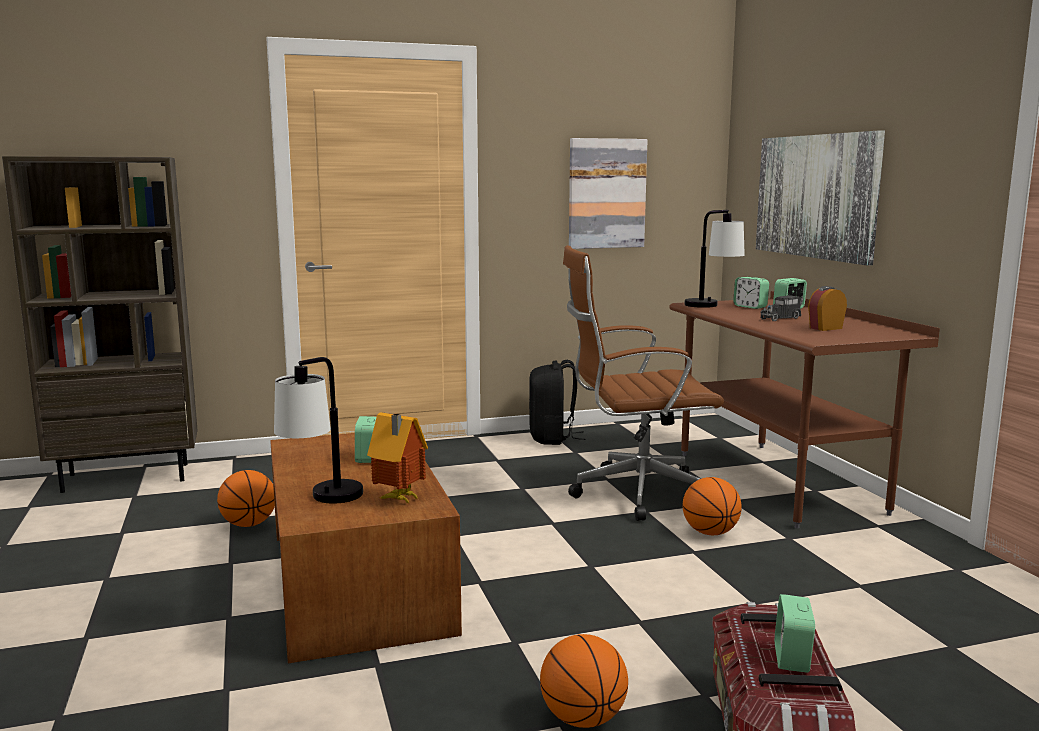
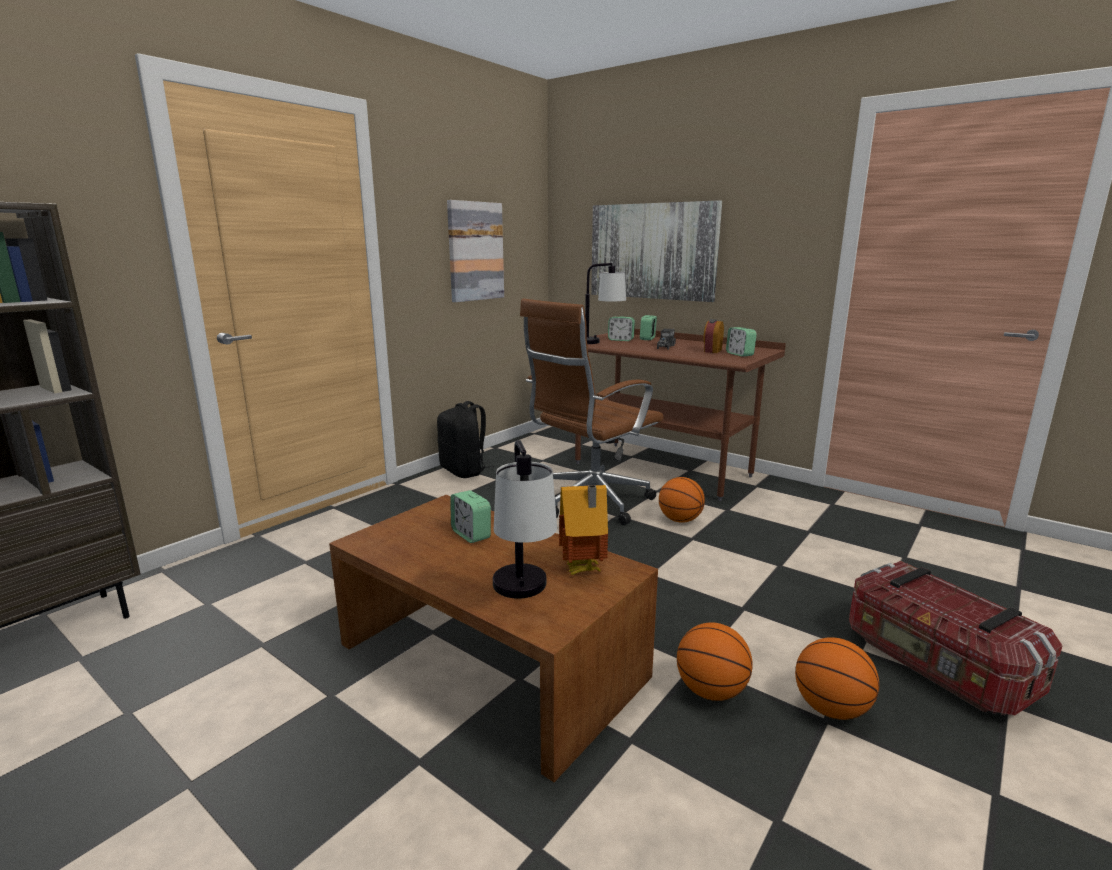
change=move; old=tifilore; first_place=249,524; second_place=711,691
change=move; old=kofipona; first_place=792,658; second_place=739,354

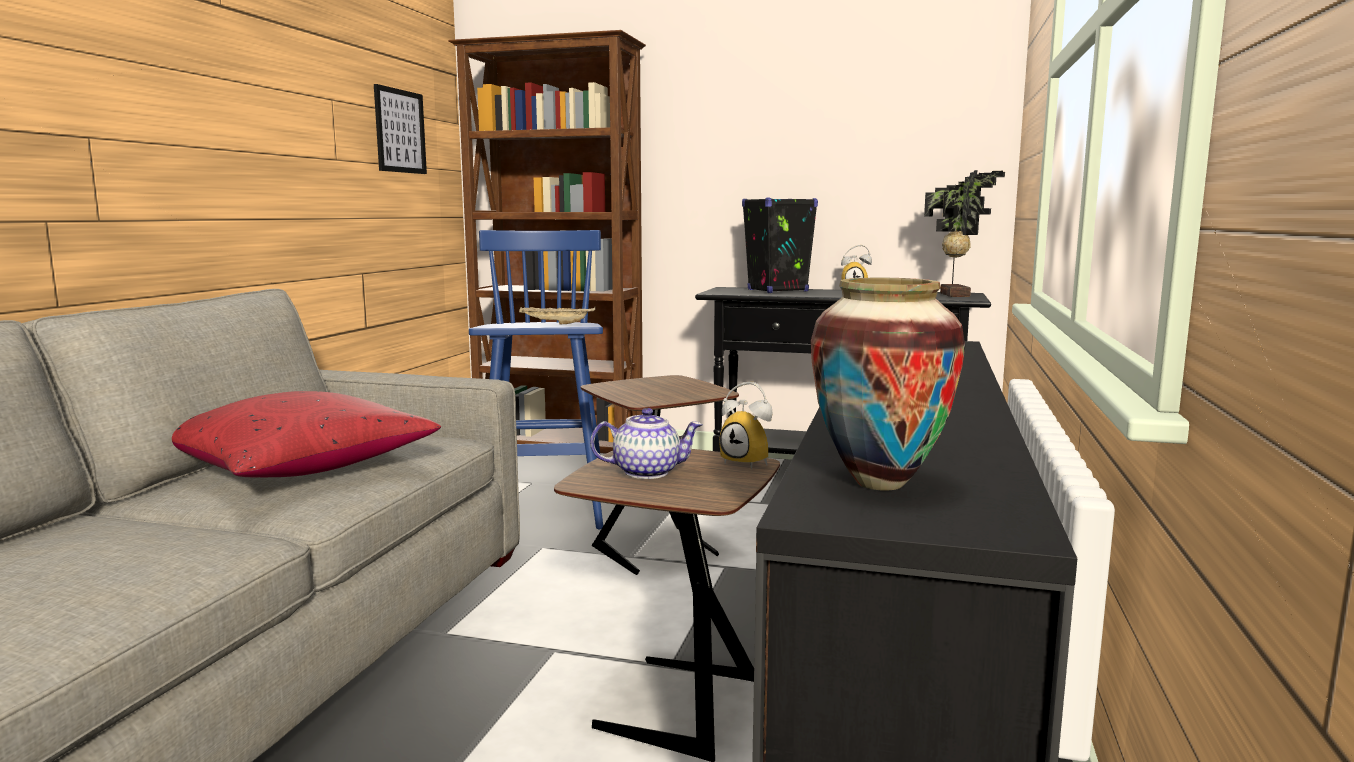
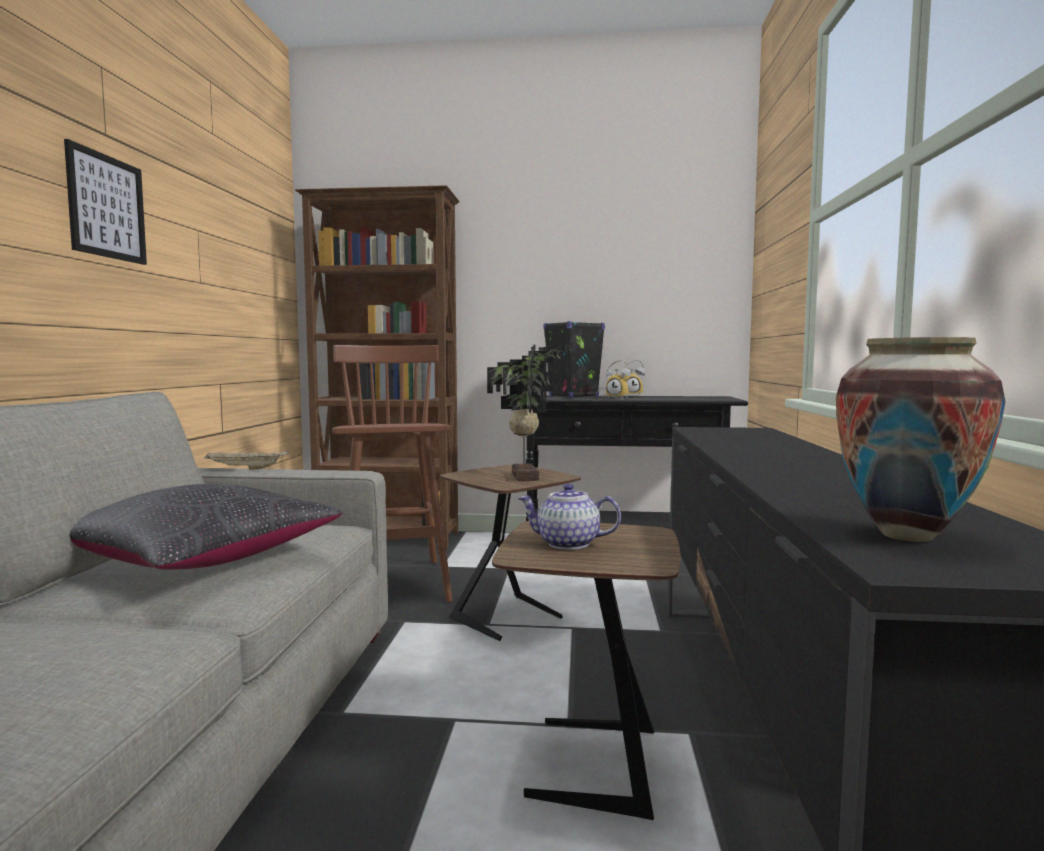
change=move; old=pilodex; first_place=400,131; second_place=107,207
change=move; old=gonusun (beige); first_place=555,324; second_place=245,469
change=move; old=kofipona; first_place=750,462; second_place=619,398
change=move; old=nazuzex; first_place=957,295; second_place=528,477
change=recolor; old=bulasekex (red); new=bulasekex (black); first_place=300,467; second_place=203,558
change=recolor; old=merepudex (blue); new=merepudex (brown); first_place=545,507; second_place=393,585
change=rotate; old=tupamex; first_place=647,472; second_place=567,544; degrees=-150

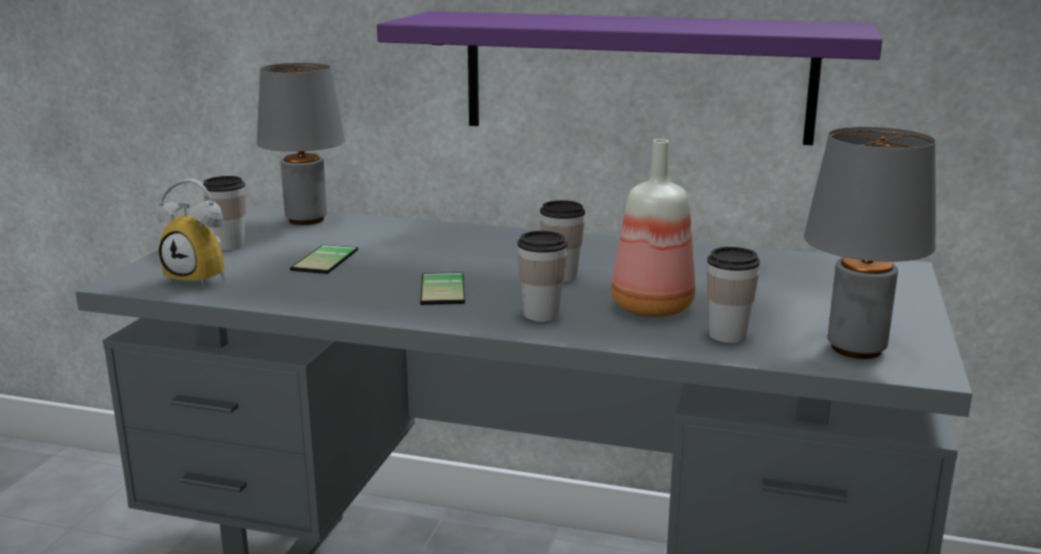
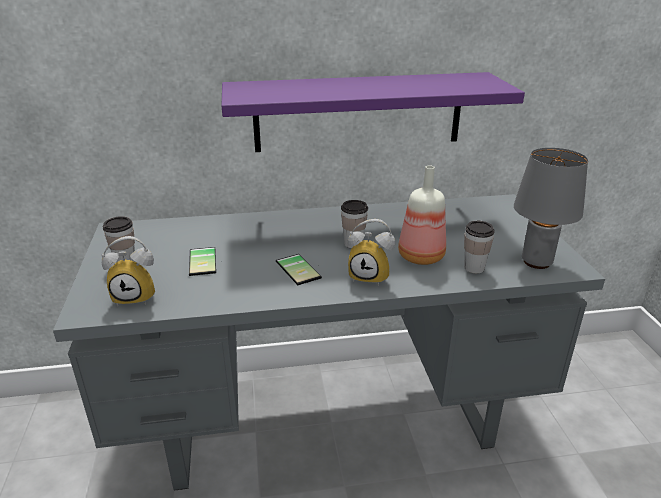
change=delete; old=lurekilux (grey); first_place=307,219
change=replace; old=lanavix; new=kofipona; first_place=541,315; second_place=371,276

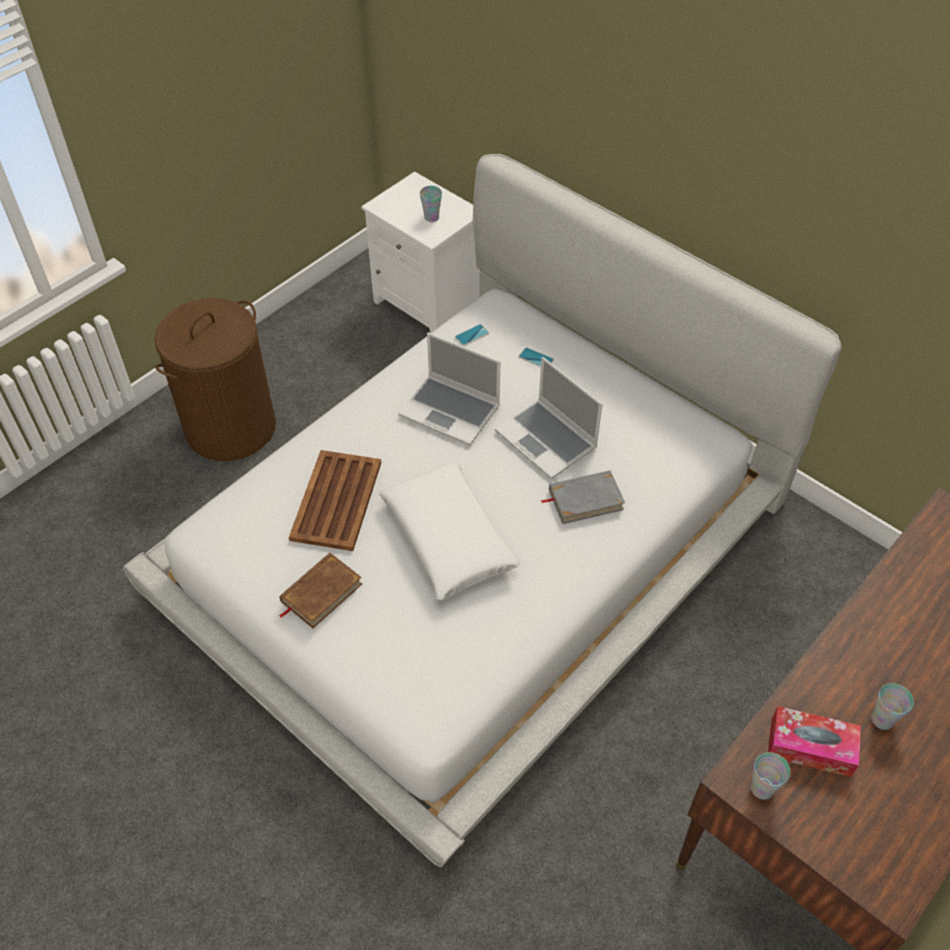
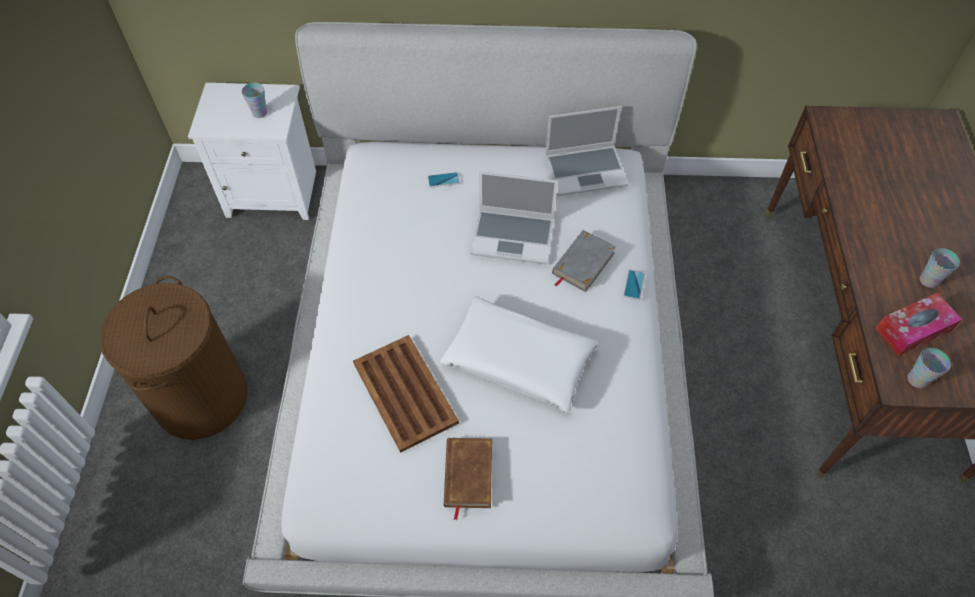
change=move; old=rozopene; first_place=451,411; second_place=586,170
change=move; old=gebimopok; first_place=471,335; second_place=634,285

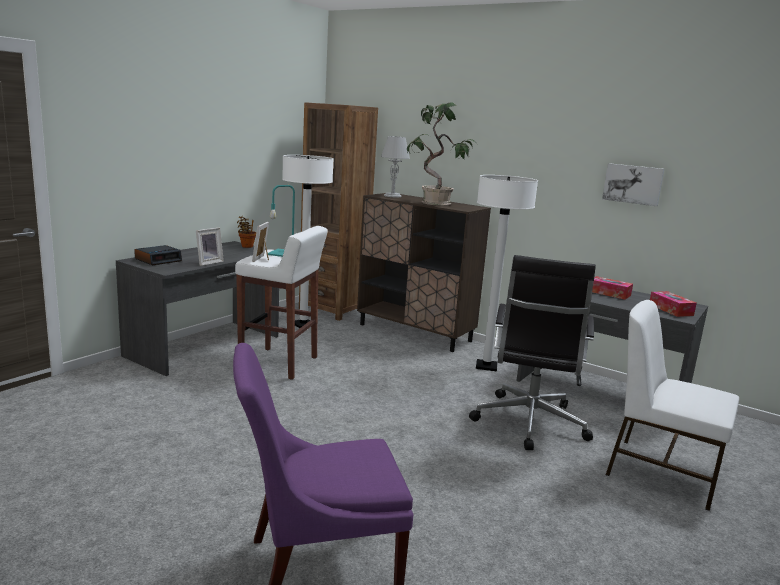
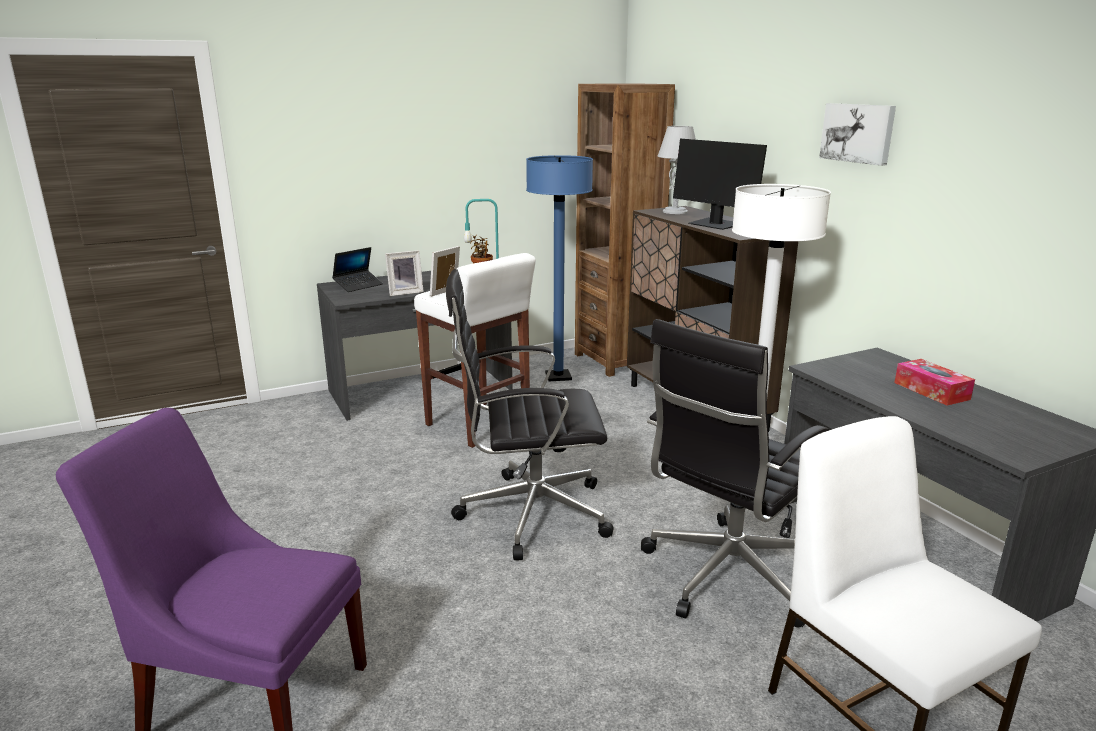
change=delete; old=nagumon; first_place=670,310
change=insert; new=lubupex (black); second_place=529,513
change=move; old=pilodex; first_place=633,184; second_place=858,133
change=replace; old=kofipona; new=rozopene; first_place=158,260; second_place=358,285
change=replace; old=nazuzex; new=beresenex; first_place=435,203; second_place=715,225
change=recolor; old=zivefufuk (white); new=zivefufuk (blue); first_place=303,324; second_place=558,377

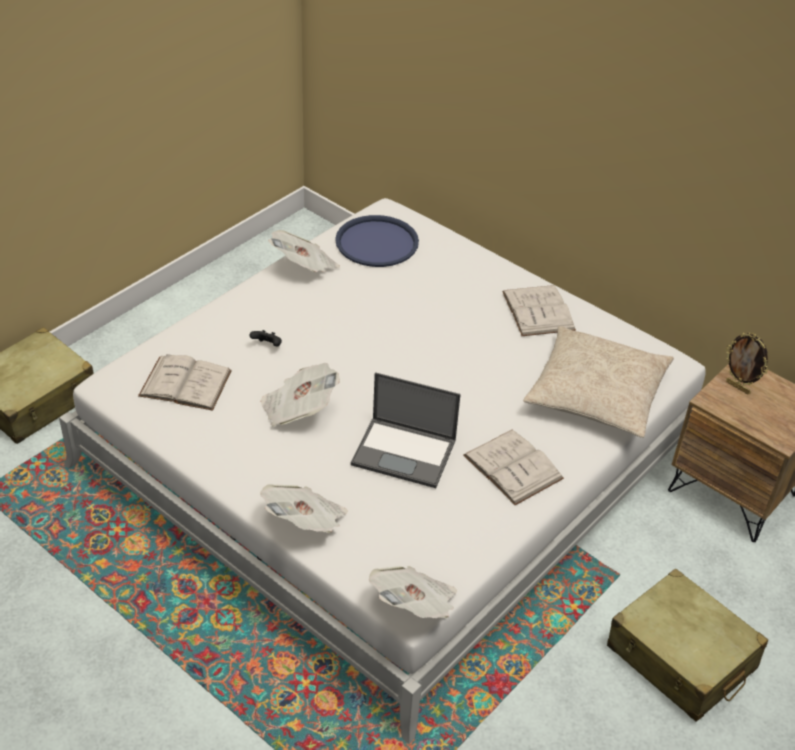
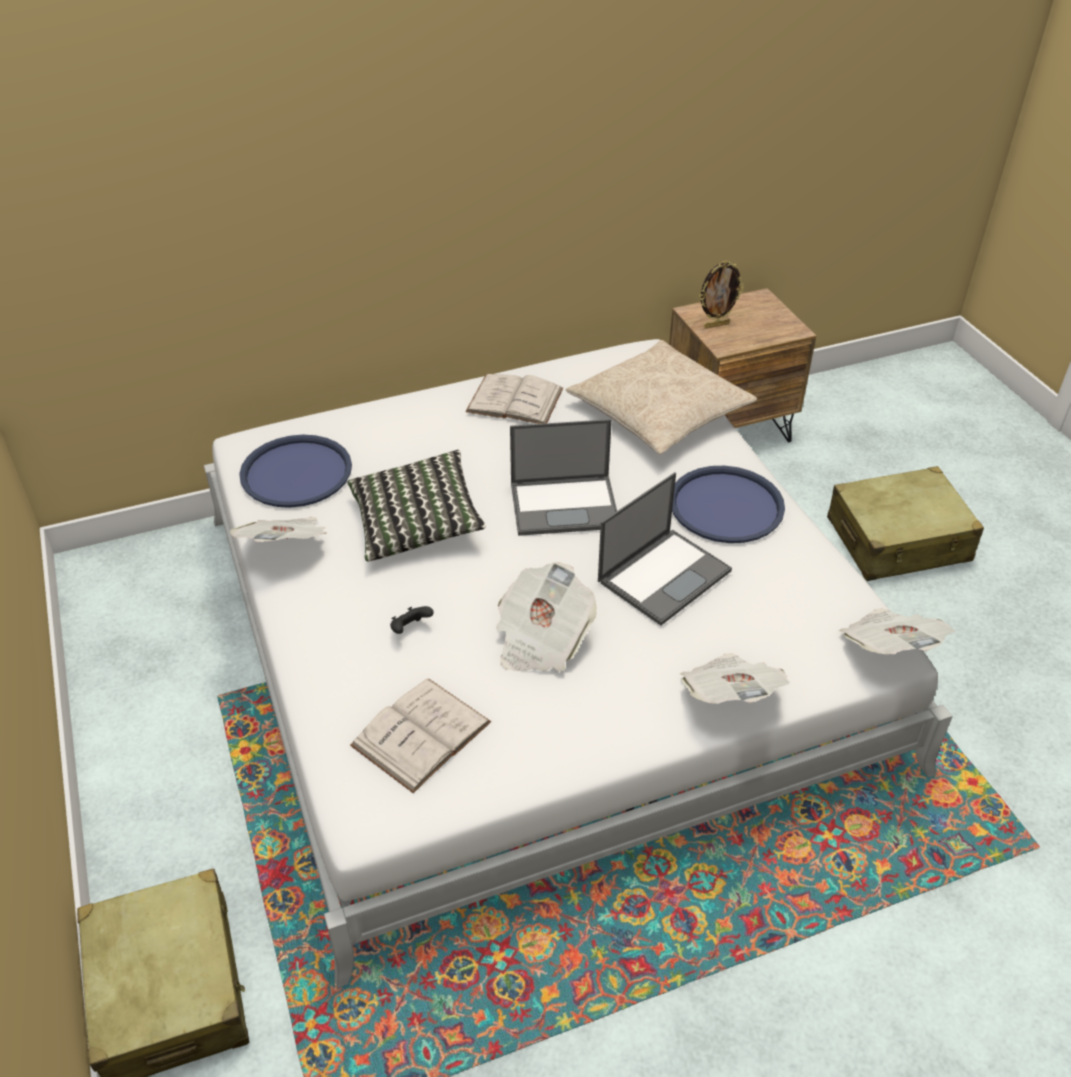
change=insert; new=bulasekex; second_place=416,524
change=insert; new=rozopene; second_place=565,505
change=replace; old=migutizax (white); new=gonusun (blue); first_place=513,467; second_place=726,506

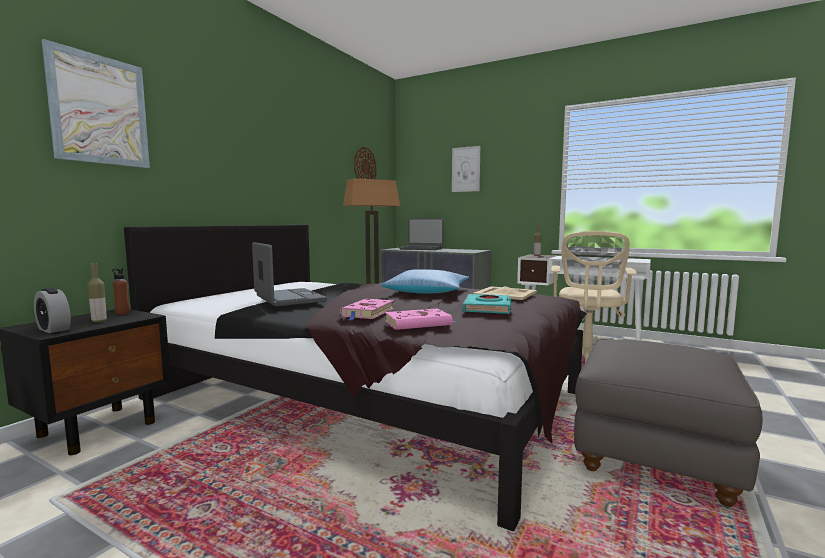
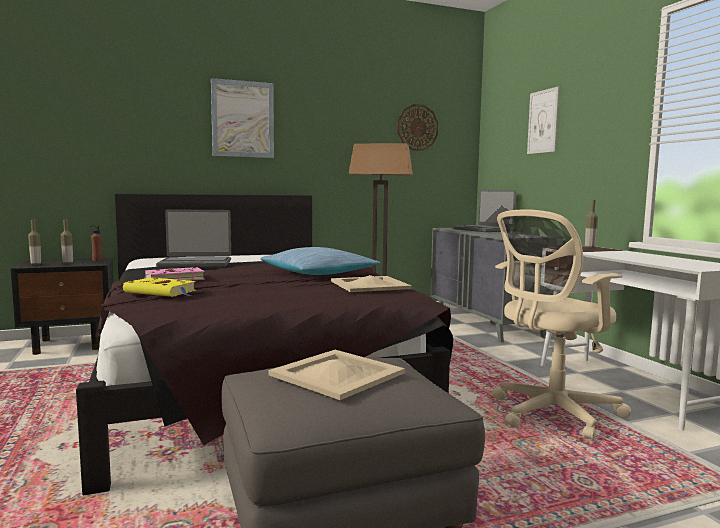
change=delete; old=migutizax (turquoise); first_place=487,308
change=insert; new=gonusun (beige); second_place=337,374
change=move; old=pilodex; first_place=100,110; second_place=243,119
change=replace; old=kofipona; new=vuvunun; first_place=54,329; second_place=36,264
change=recolor; old=migutizax (pink); new=migutizax (yellow); first_place=419,323; second_place=162,292
change=rotate; old=rozopene; first_place=288,299; second_place=195,263; degrees=75

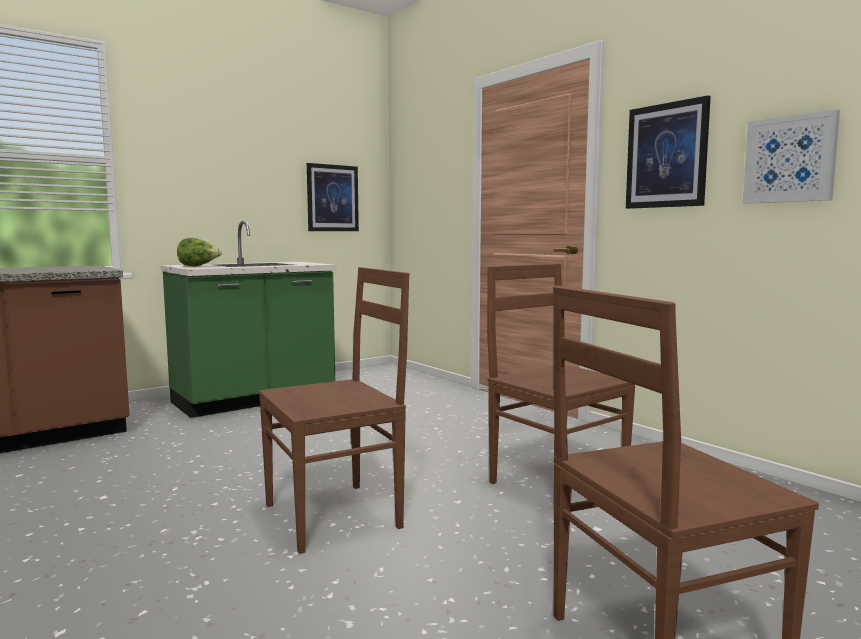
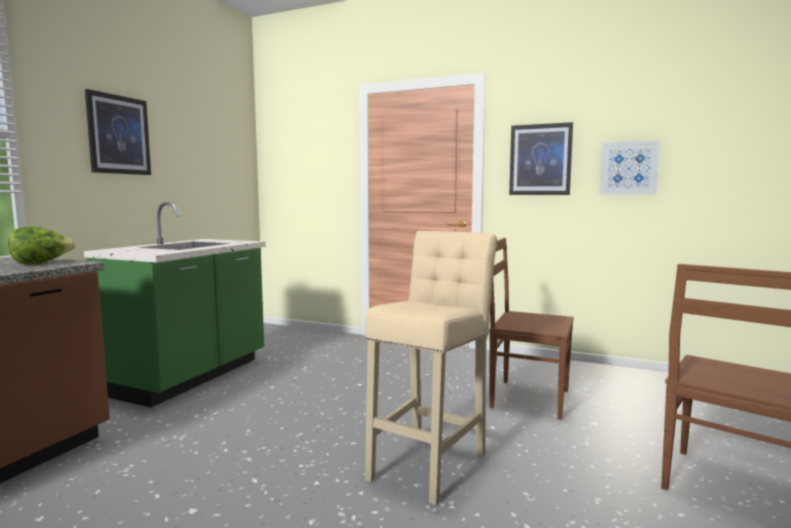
change=move; old=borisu; first_place=198,266; second_place=42,263
change=move; old=pilodex; first_place=332,198; second_place=119,135
change=replace; old=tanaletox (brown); new=merepudex (beige); first_place=336,515; second_place=430,462

